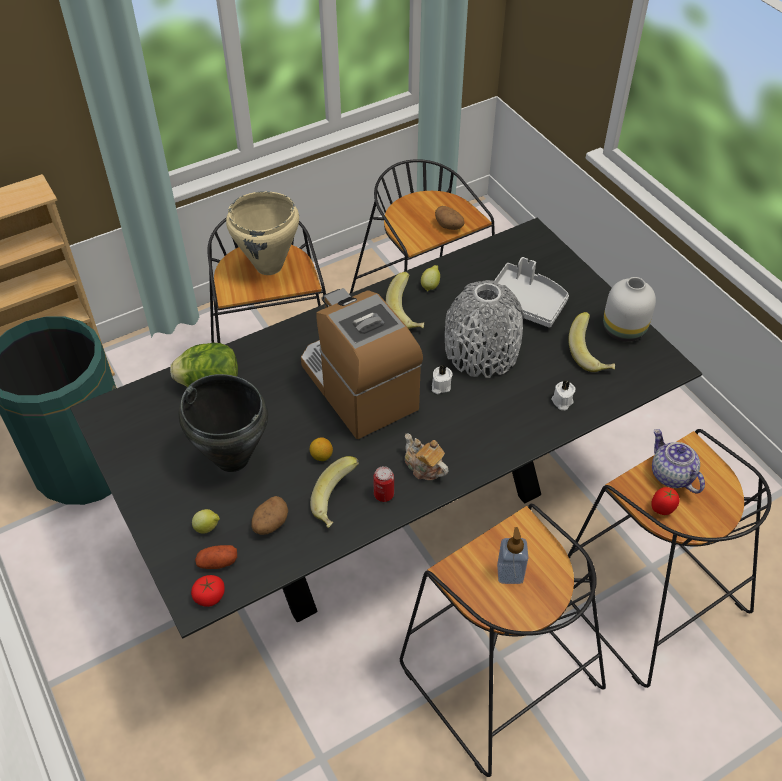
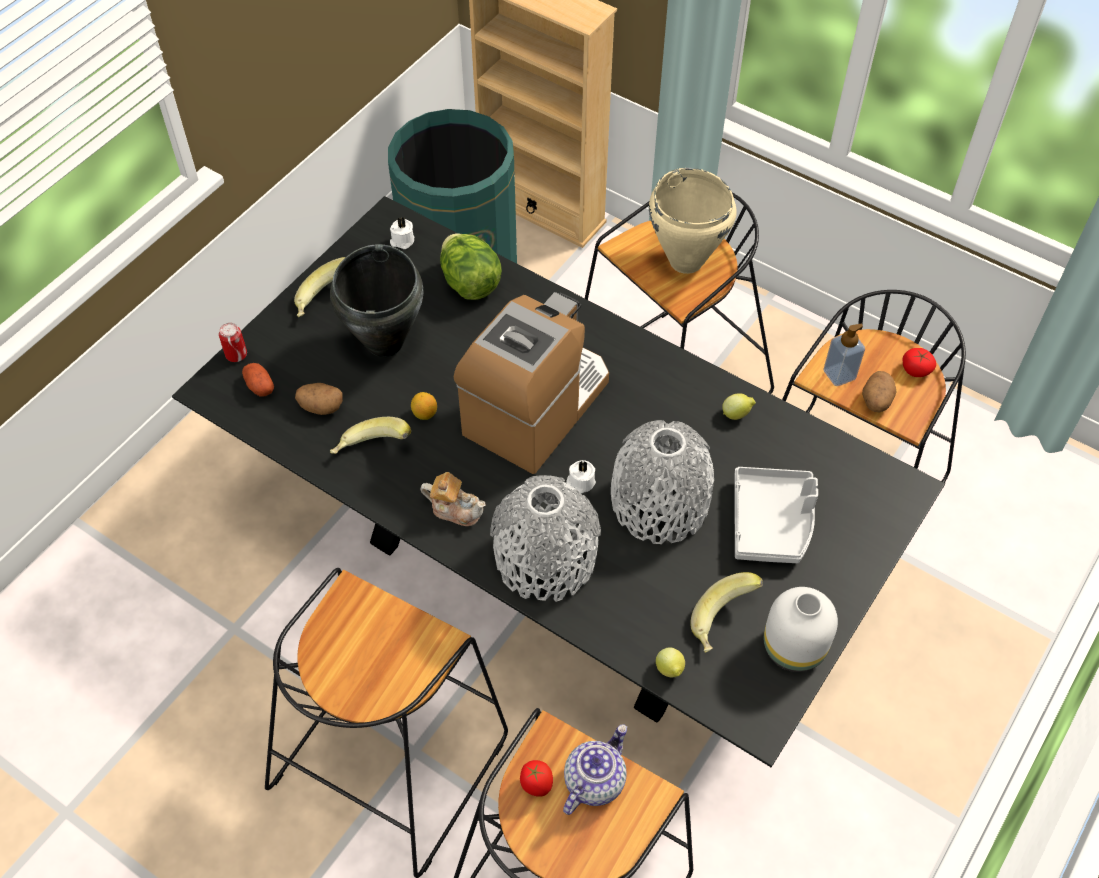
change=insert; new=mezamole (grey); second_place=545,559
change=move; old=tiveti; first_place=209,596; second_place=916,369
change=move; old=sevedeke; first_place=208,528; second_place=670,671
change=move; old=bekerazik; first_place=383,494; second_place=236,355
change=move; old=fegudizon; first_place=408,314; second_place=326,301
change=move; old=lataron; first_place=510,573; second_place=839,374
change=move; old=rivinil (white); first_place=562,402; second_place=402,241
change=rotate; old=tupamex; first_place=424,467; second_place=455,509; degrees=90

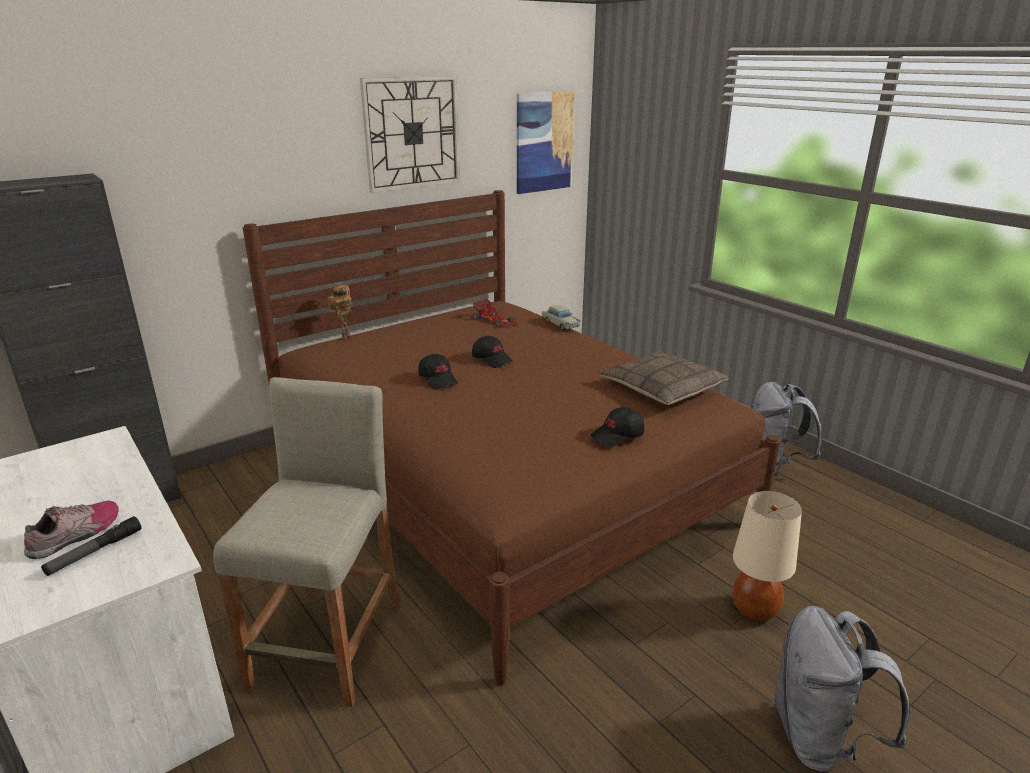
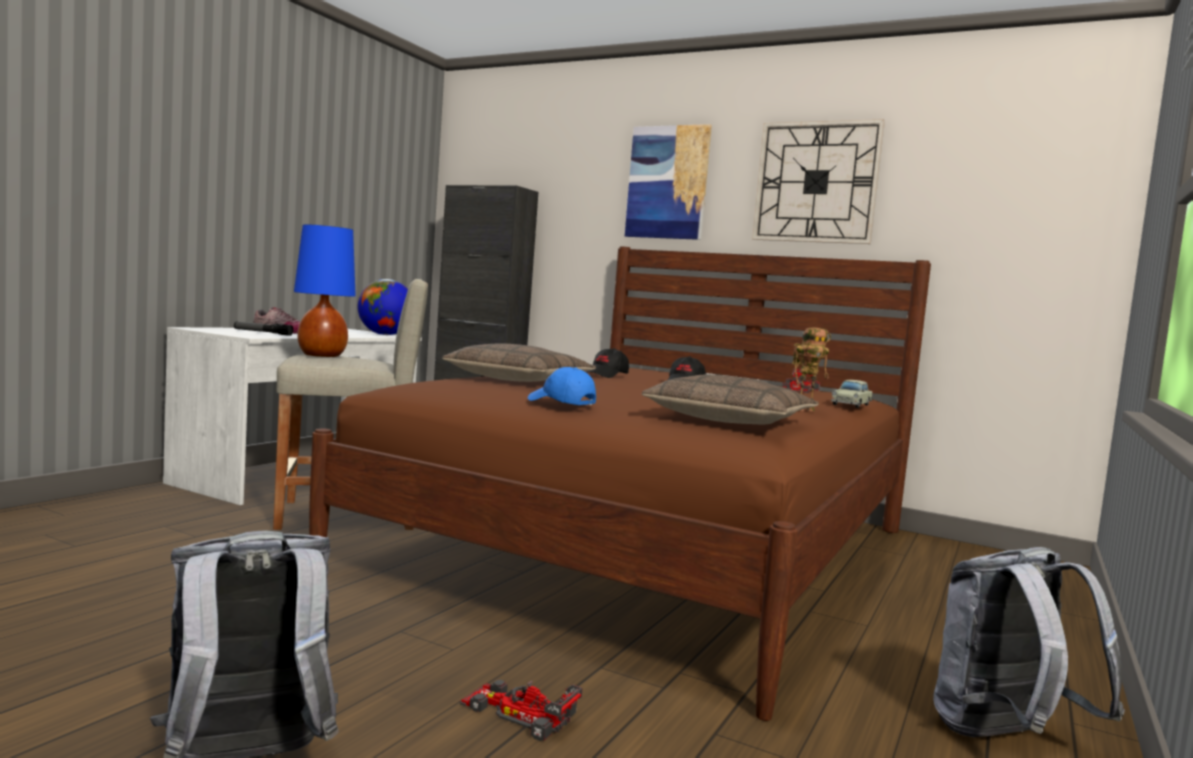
change=insert; new=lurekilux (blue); second_place=322,356
change=insert; new=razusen; second_place=385,335
change=insert; new=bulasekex; second_place=520,380
change=move; old=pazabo; first_place=344,336; second_place=805,410
change=move; old=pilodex; first_place=544,142; second_place=667,182
change=replace; old=lurekilux (beige); new=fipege; first_place=755,610; second_place=519,713
change=recolor; old=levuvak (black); new=levuvak (blue); first_place=618,436; second_place=561,403

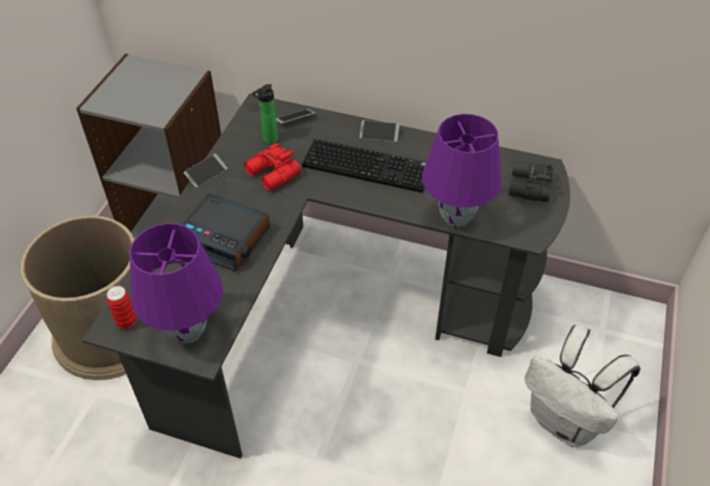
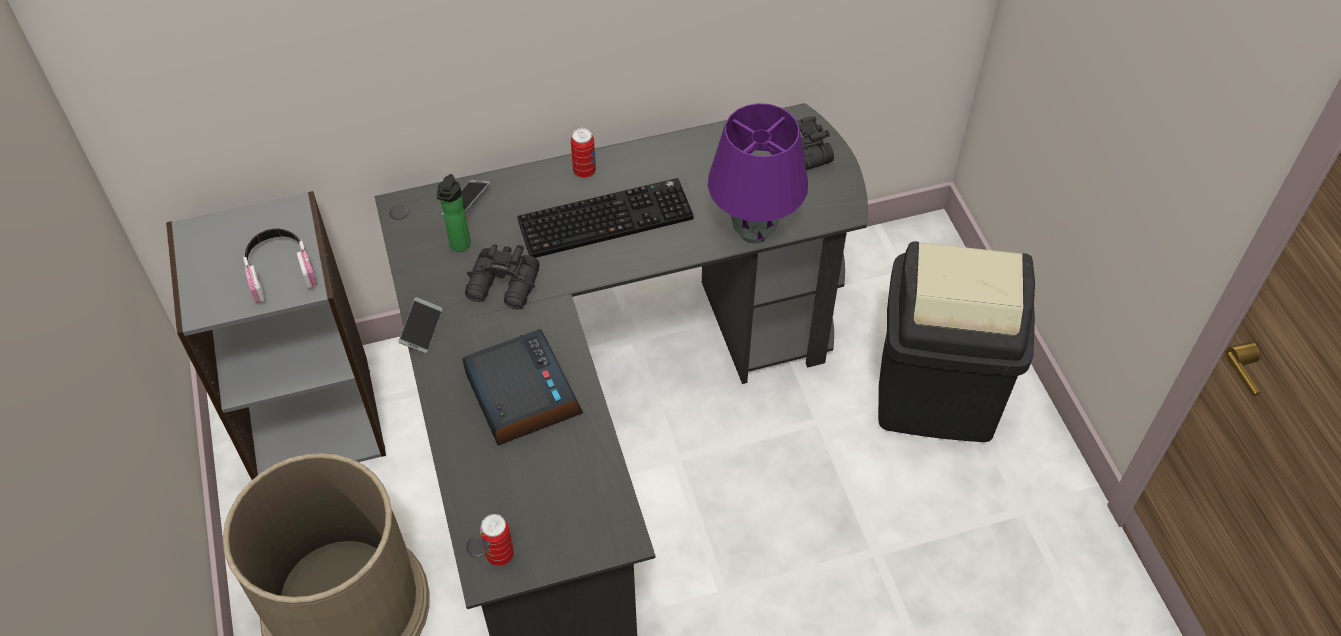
change=delete; old=lurekilux (purple); first_place=188,331
change=insert; new=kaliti; second_place=279,270
change=replace; old=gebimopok; new=bekerazik; first_place=379,134; second_place=584,171
change=replace; old=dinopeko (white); new=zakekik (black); first_place=565,421; second_place=936,394
change=recolor; old=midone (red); new=midone (black); first_place=272,174; second_place=504,287
change=rotate; old=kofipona; first_place=225,238; second_place=521,394; degrees=-105

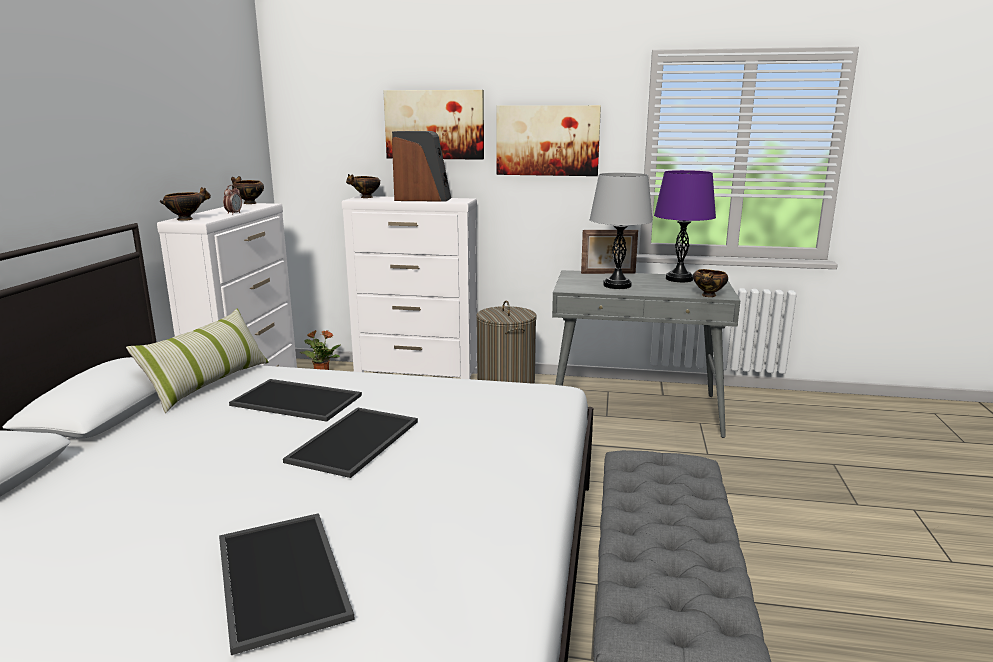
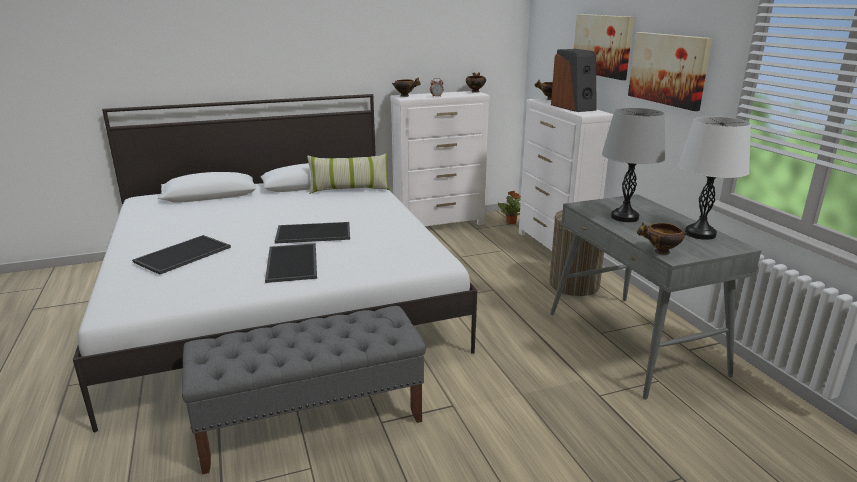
change=delete; old=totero; first_place=608,273
change=move; old=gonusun; first_place=298,400; second_place=293,263
change=recolor; old=lurekilux (purple); new=lurekilux (white); first_place=679,279; second_place=700,234

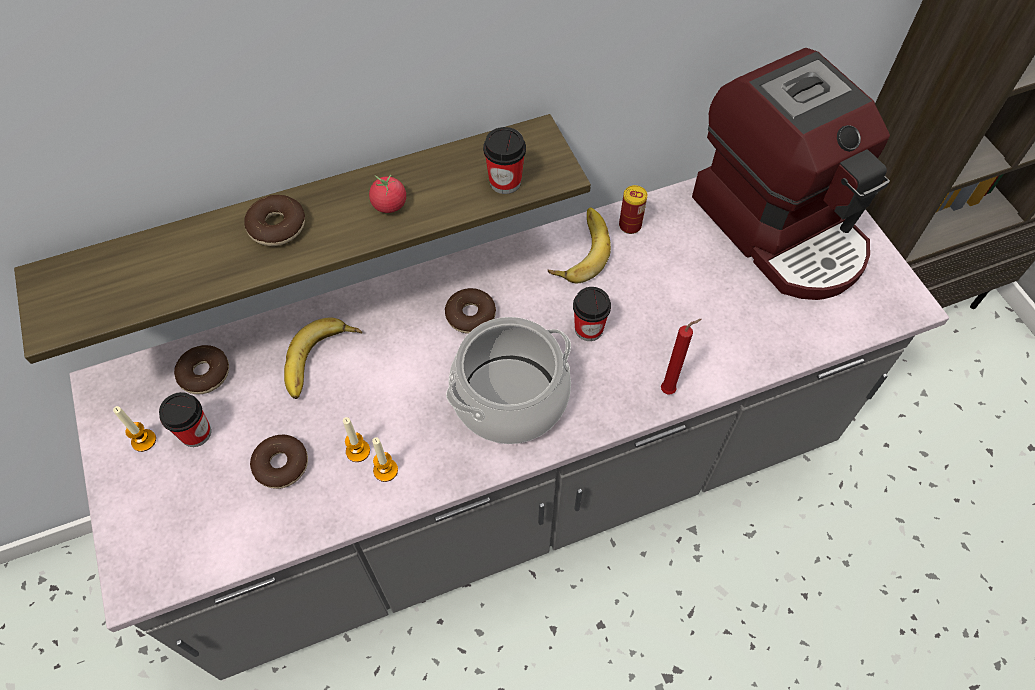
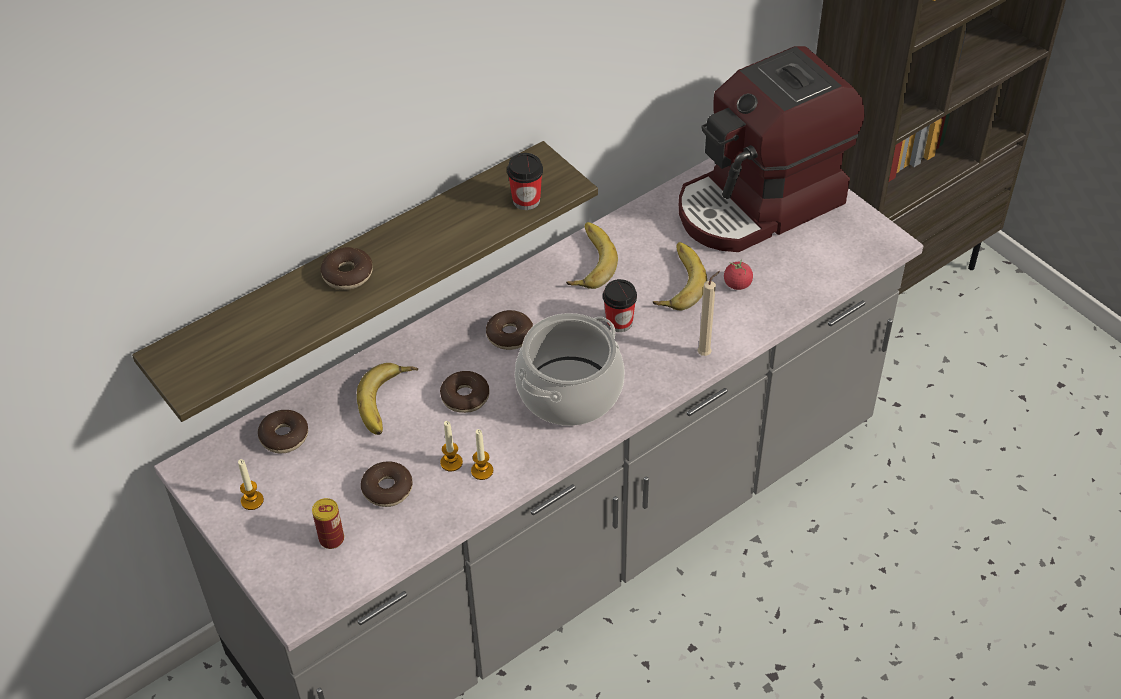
change=delete; old=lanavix; first_place=196,433
change=insert; new=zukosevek; second_place=465,397
change=insert; new=fegudizon; second_place=675,281
change=move; old=tiveti; first_place=389,205; second_place=737,284
change=move; old=bekerazik; first_place=630,225; second_place=331,539
change=recolor; old=rivinil (red); new=rivinil (beige); first_place=670,390; second_place=706,353
change=rotate; old=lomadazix; first_place=780,227; second_place=760,204; degrees=105

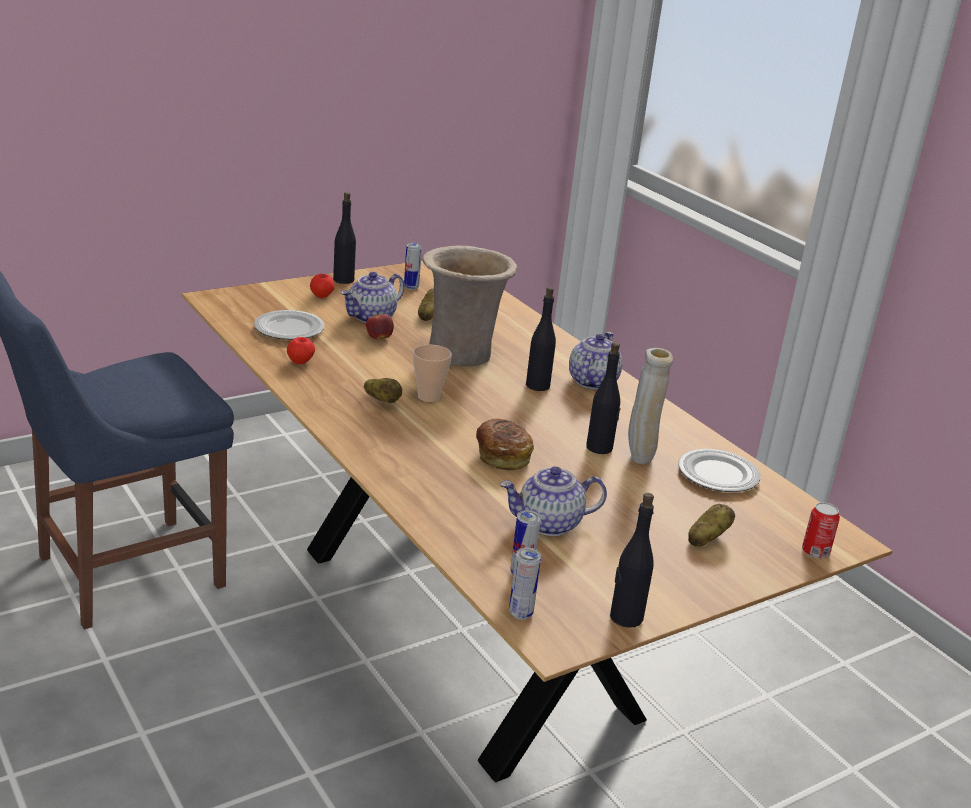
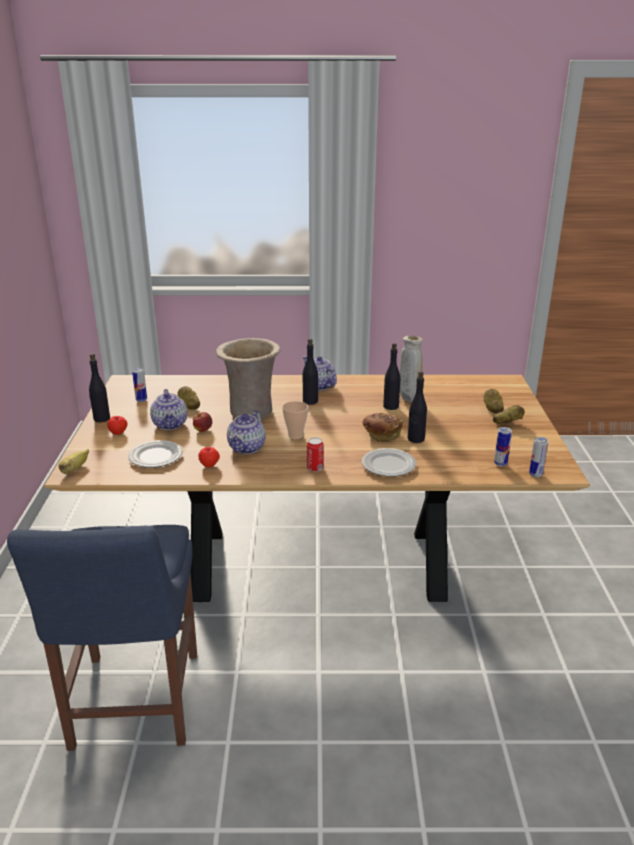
change=insert; new=fegudizon; second_place=74,469
change=move; old=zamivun; first_place=382,401; second_place=507,422
change=move; old=tupamex; first_place=548,524; second_place=247,448
change=move; old=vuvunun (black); first_place=625,617; second_place=415,439
change=move; old=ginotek; first_place=718,475; second_place=388,465
change=move; old=bekerazik; first_place=815,552; second_place=315,468

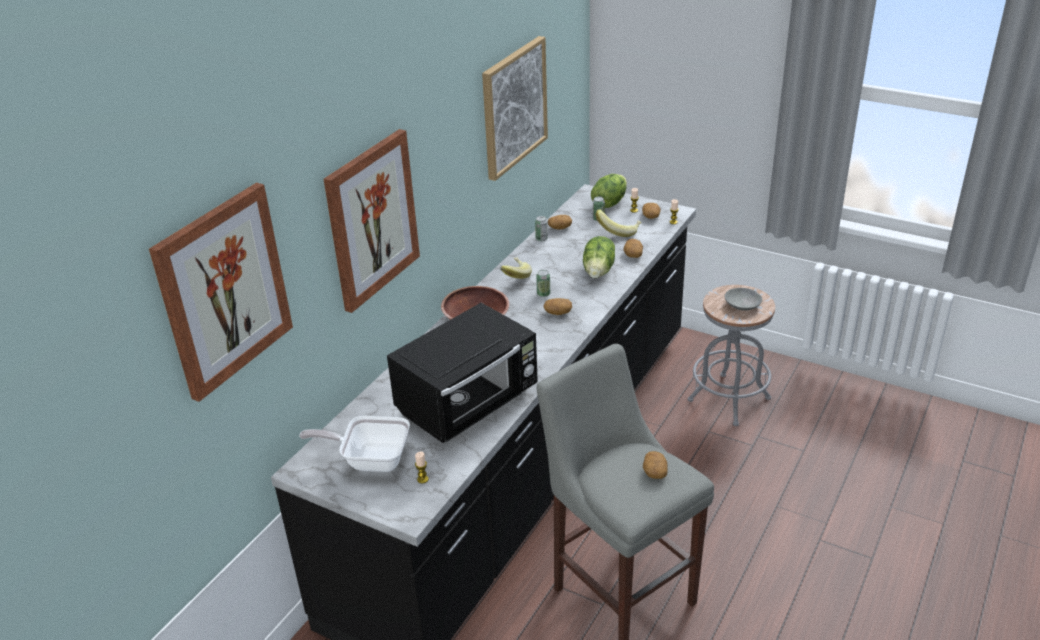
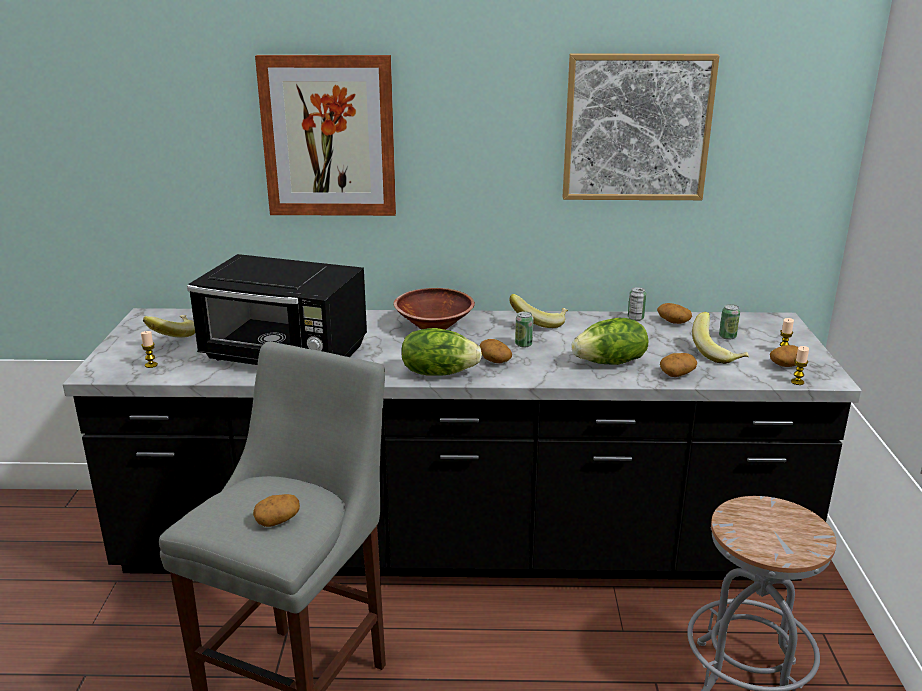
change=delete; old=pilodex; first_place=224,290
change=delete; old=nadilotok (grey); first_place=743,305
change=move; old=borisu; first_place=609,202; second_place=438,372
change=replace; old=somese; new=fegudizon; first_place=370,459; second_place=172,337

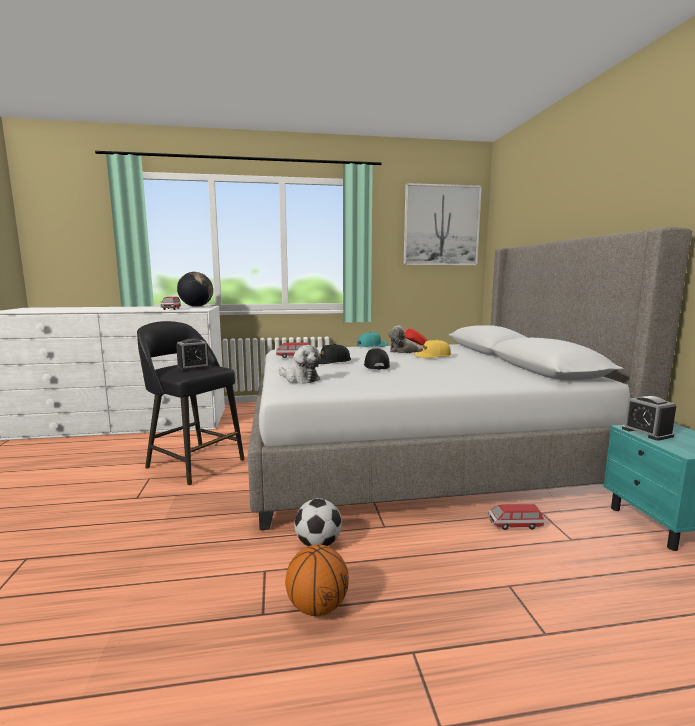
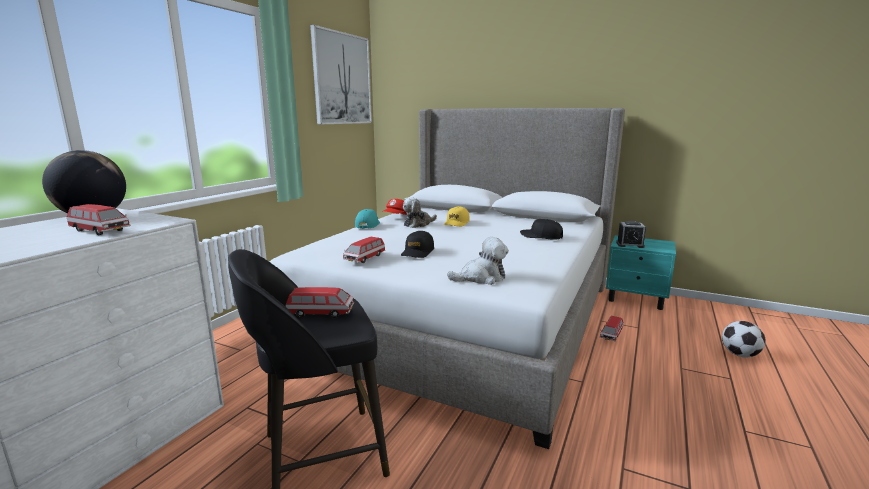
change=delete; old=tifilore; first_place=317,607
change=move; old=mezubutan; first_place=318,544; second_place=739,355
change=move; old=levuvak (black); first_place=376,366; second_place=541,236
change=replace; old=kofipona; new=fipege; first_place=193,367; second_place=321,313

